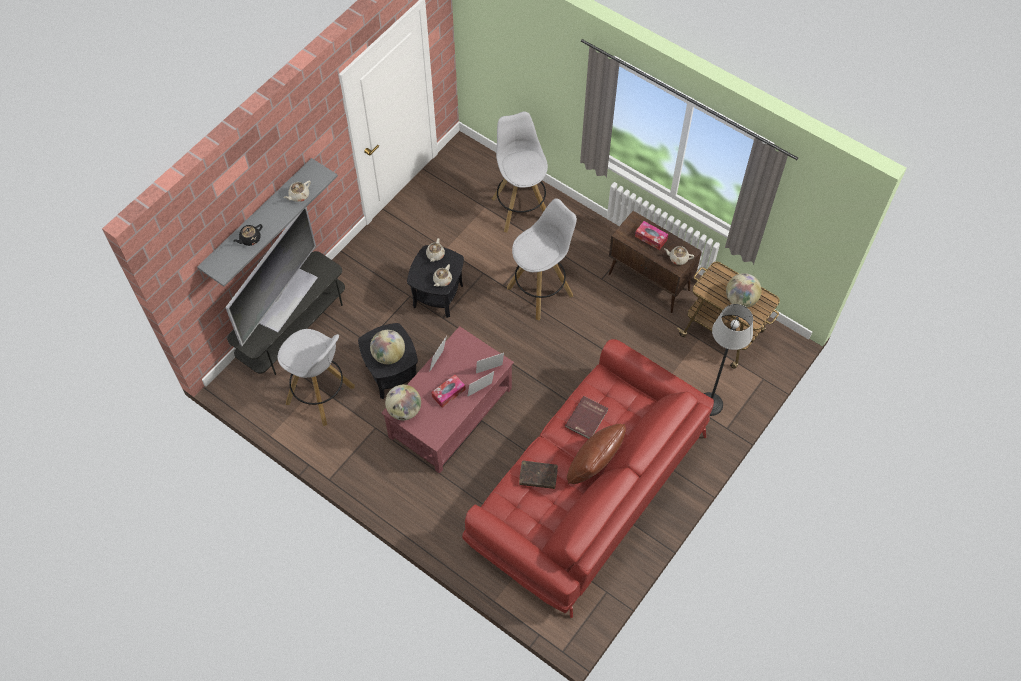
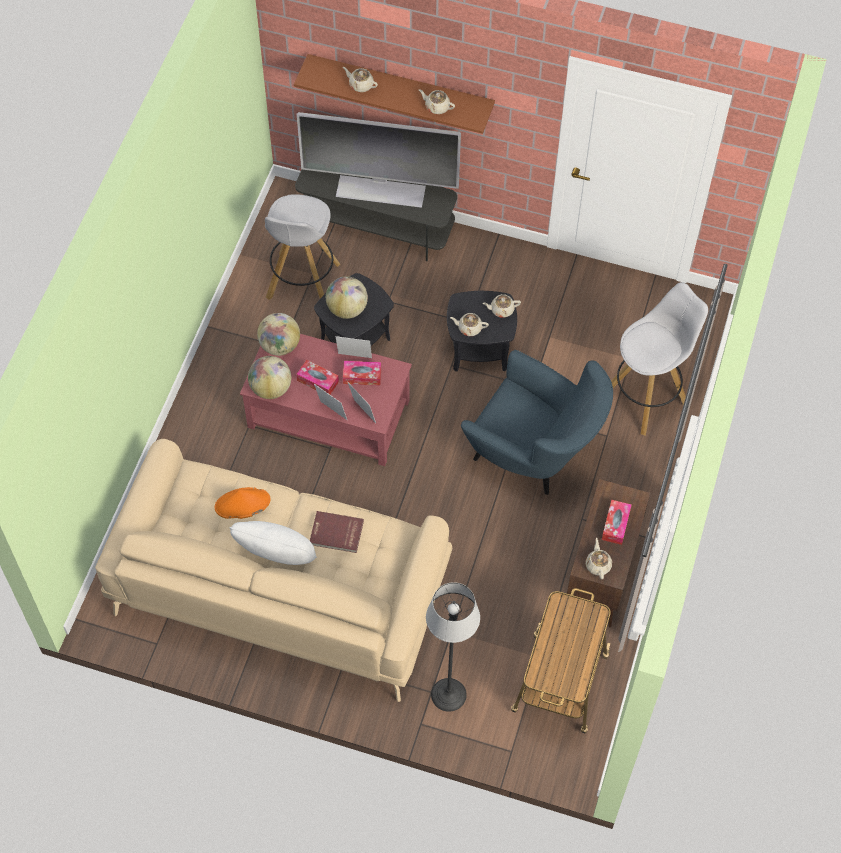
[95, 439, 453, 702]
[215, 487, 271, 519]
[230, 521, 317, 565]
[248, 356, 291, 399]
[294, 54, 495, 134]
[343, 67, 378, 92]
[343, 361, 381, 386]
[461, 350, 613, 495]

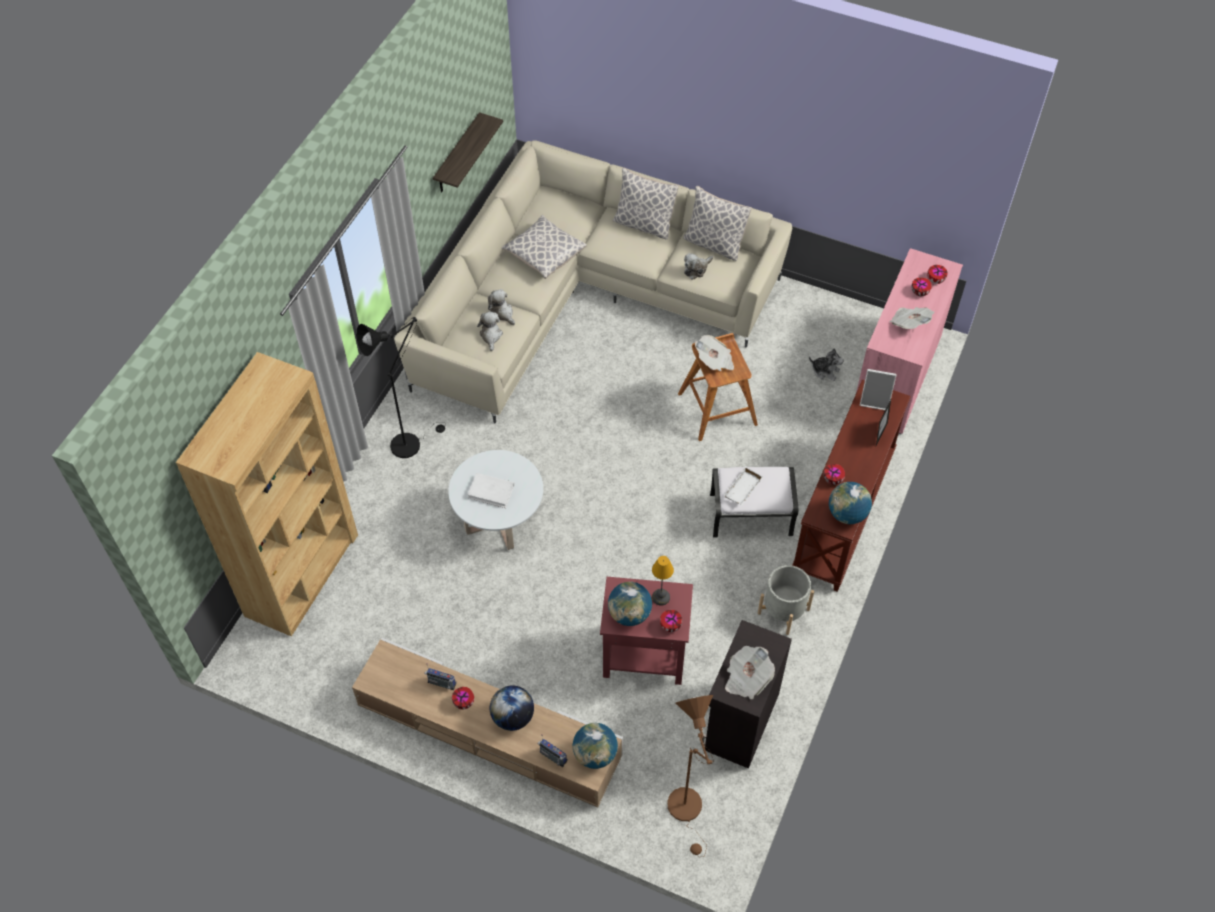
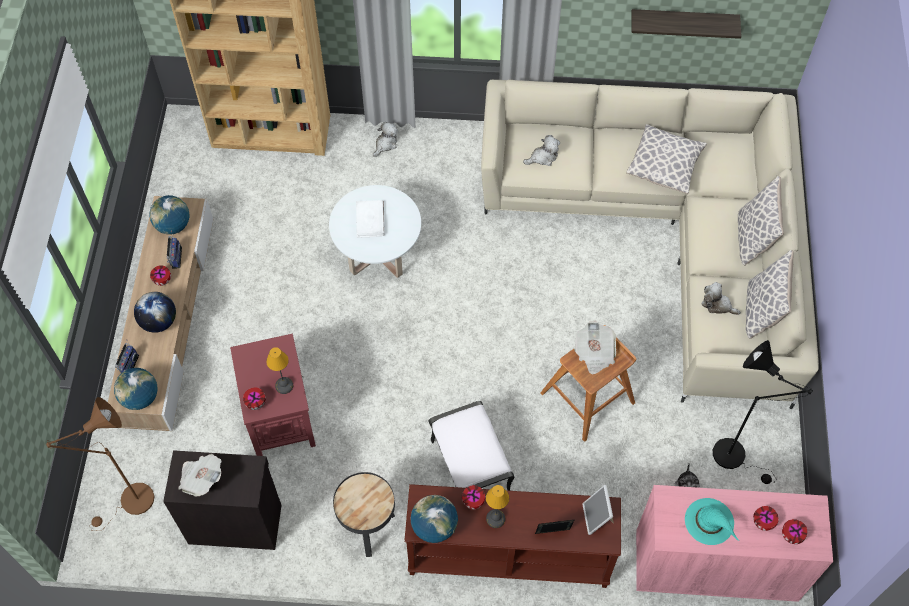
[149, 195, 189, 235]
[333, 472, 395, 557]
[373, 122, 398, 157]
[486, 485, 509, 528]
[685, 498, 739, 545]
[713, 340, 813, 484]
[724, 466, 764, 506] (first image)

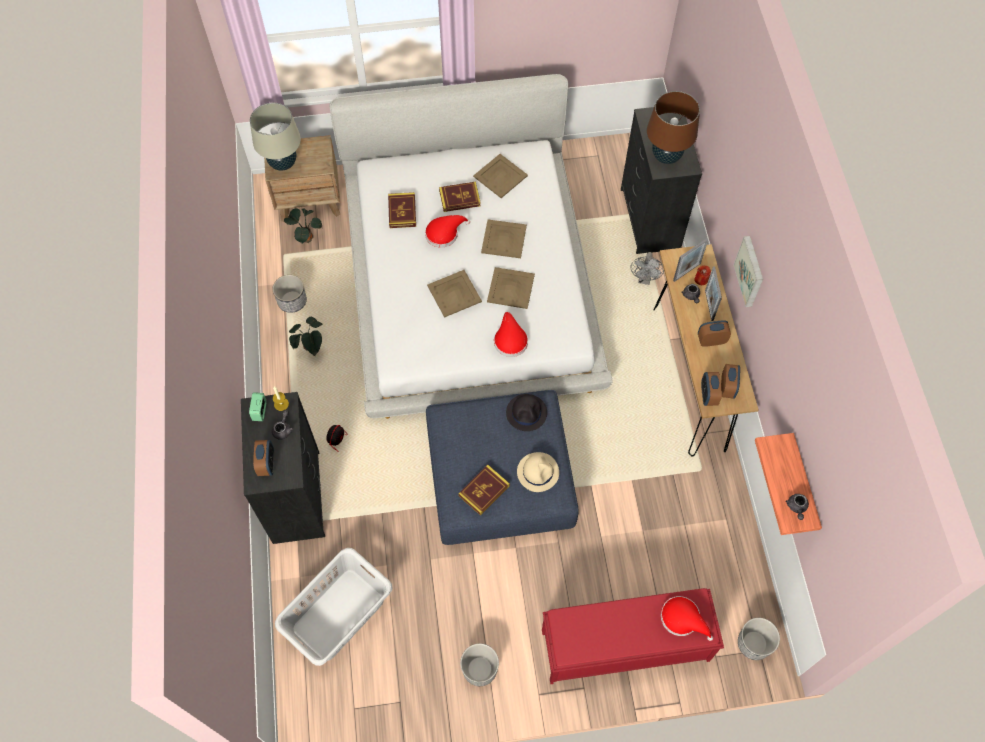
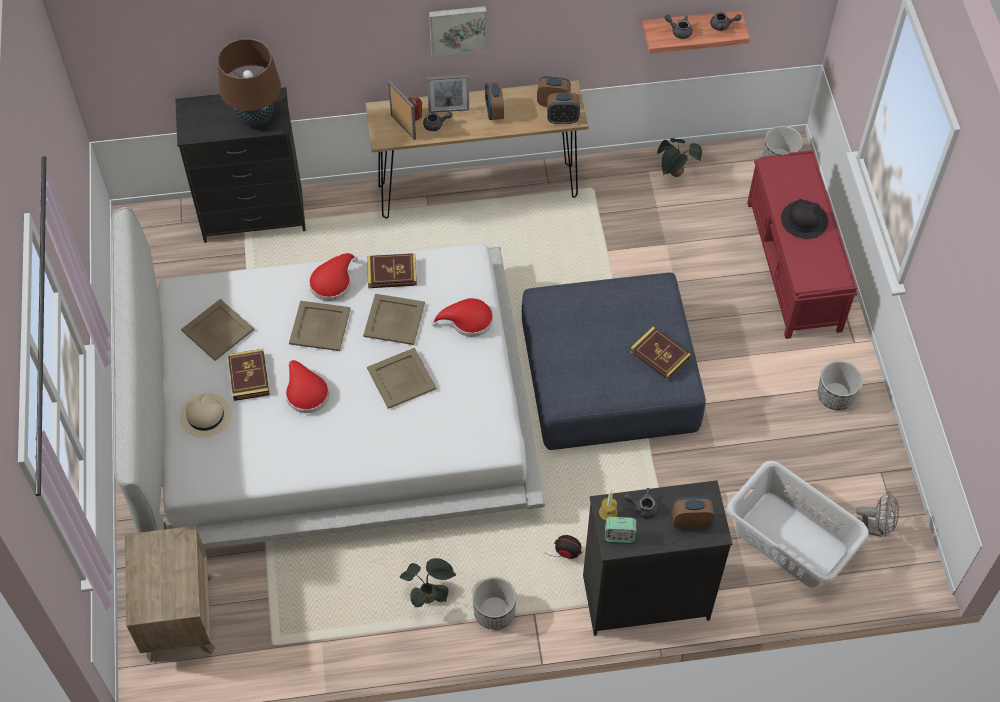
[180, 393, 231, 438]
[309, 253, 357, 301]
[367, 253, 417, 288]
[473, 577, 516, 630]
[657, 138, 702, 177]
[665, 15, 692, 39]
[781, 199, 828, 239]
[856, 491, 899, 537]
[250, 103, 301, 171] (first image)

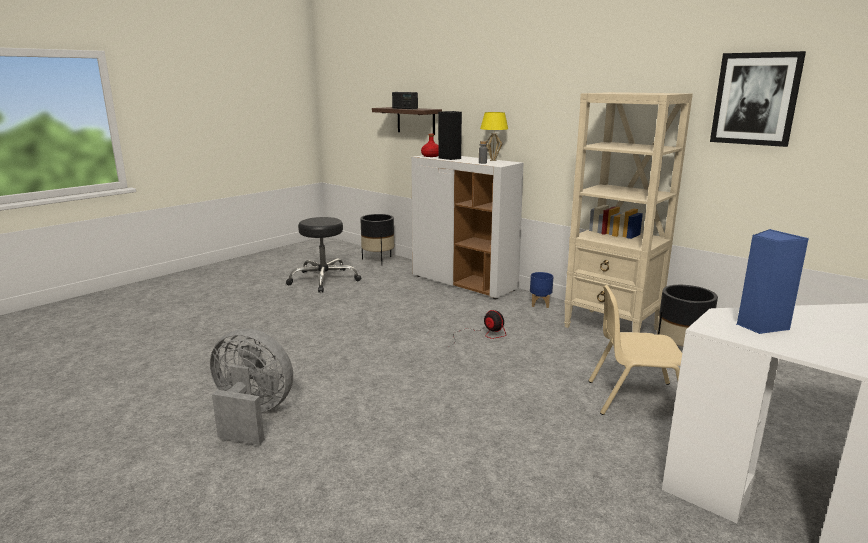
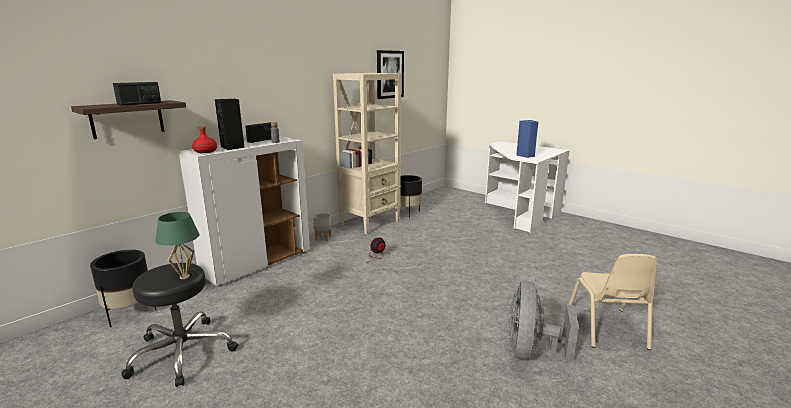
[155, 212, 200, 279]
[245, 122, 272, 143]
[313, 213, 331, 241]
[568, 254, 657, 350]

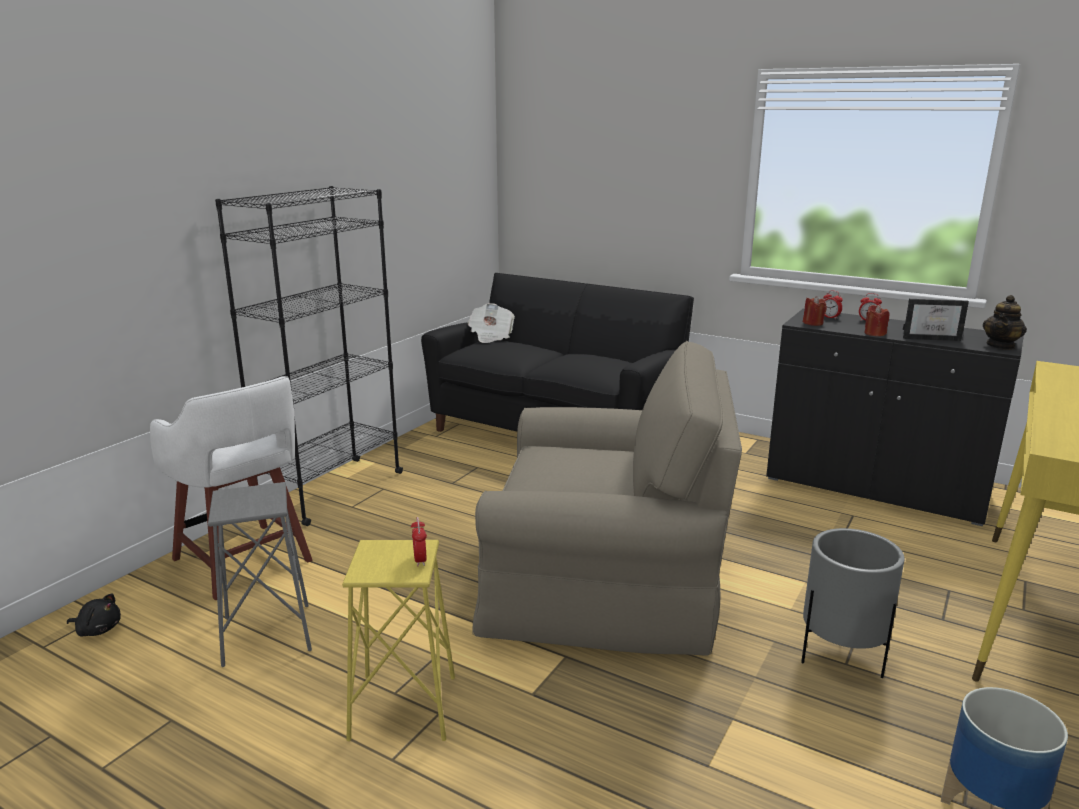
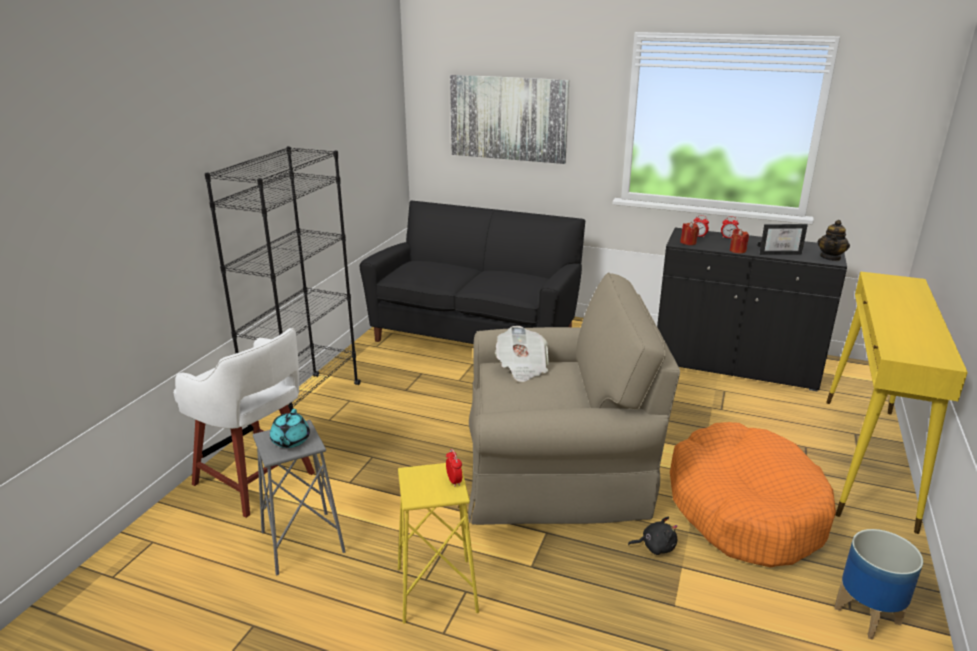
[270, 409, 310, 448]
[450, 75, 569, 164]
[495, 326, 549, 382]
[628, 517, 678, 555]
[670, 422, 836, 567]

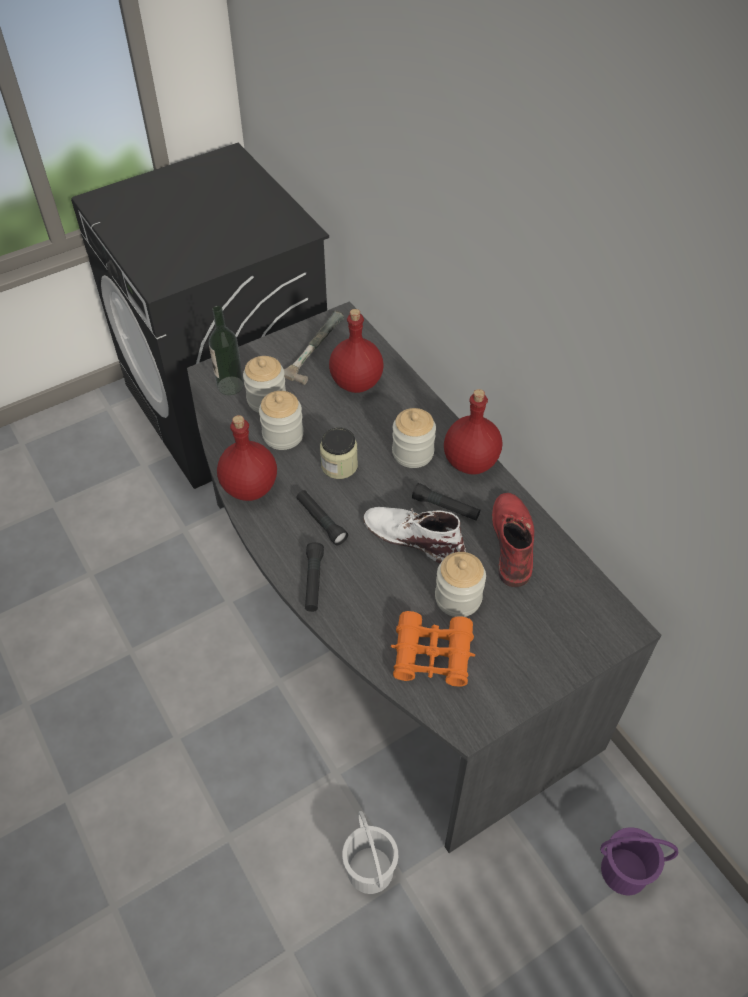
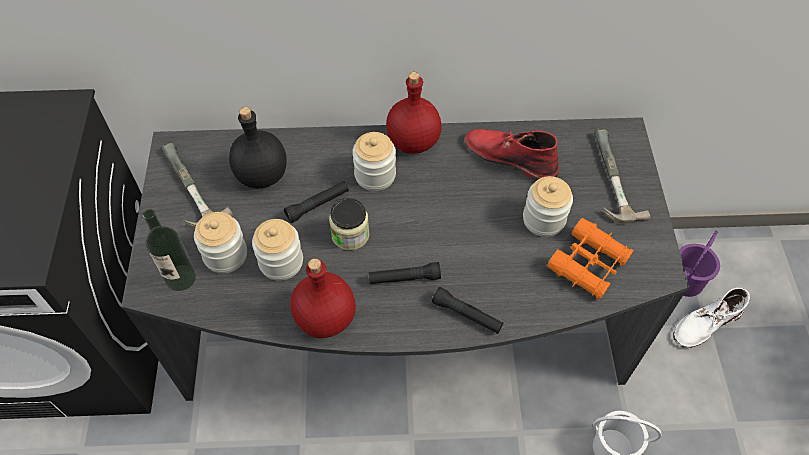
[229, 107, 287, 188]
[284, 181, 349, 223]
[594, 128, 650, 223]
[673, 288, 750, 348]

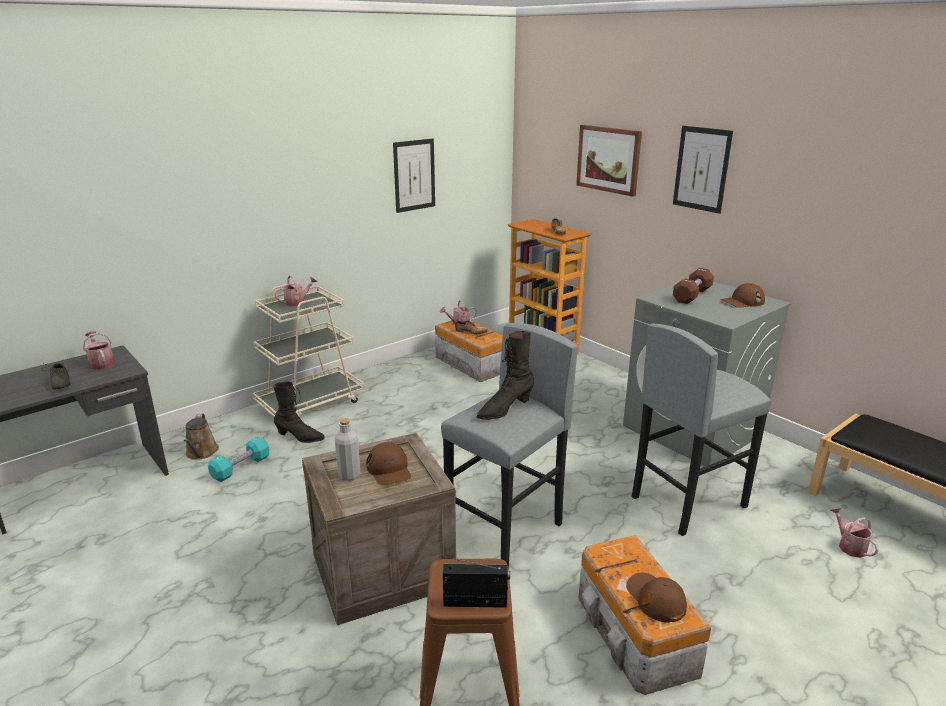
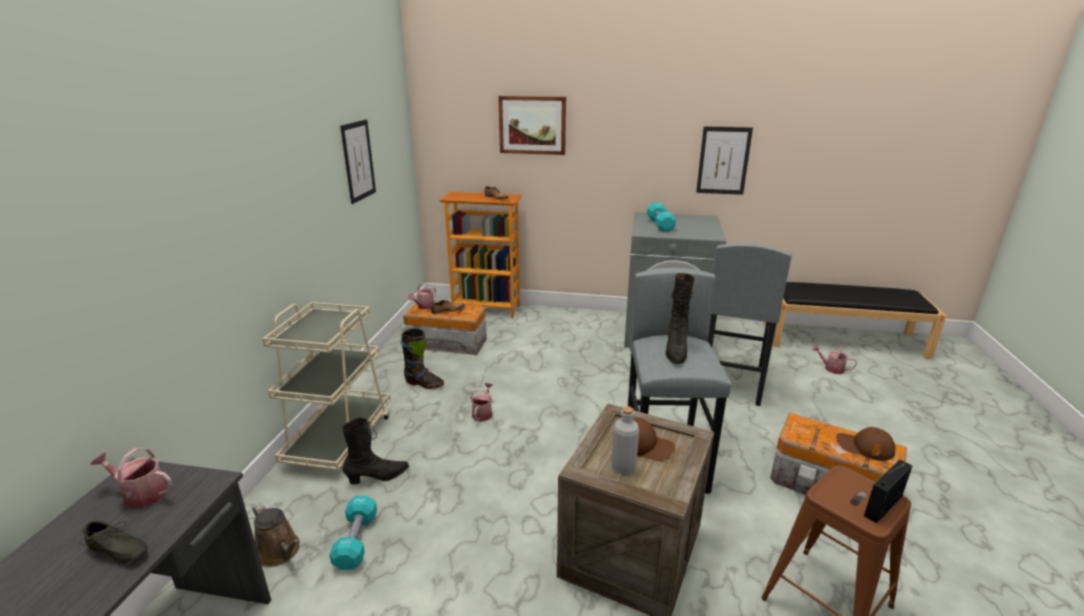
[401, 328, 444, 389]
[470, 383, 493, 421]
[647, 202, 676, 232]
[696, 126, 753, 195]
[721, 283, 765, 308] (first image)

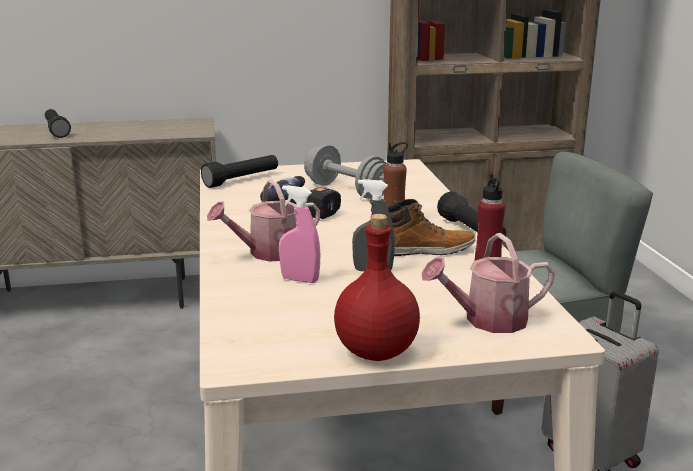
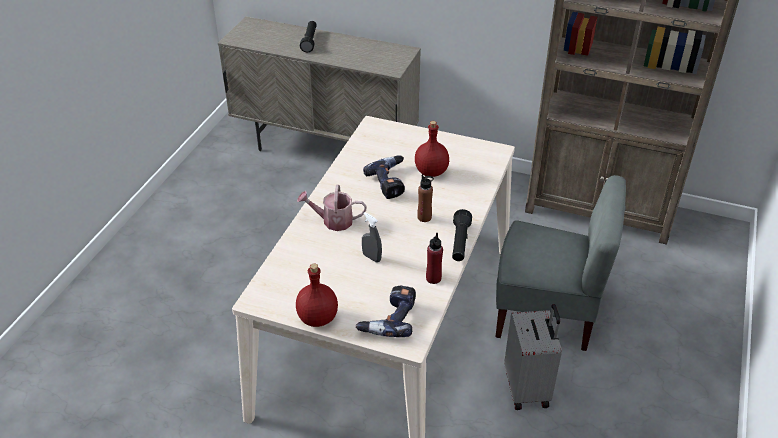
[356, 286, 416, 337]
[415, 121, 449, 177]
[201, 155, 278, 188] (first image)
[279, 185, 320, 283] (first image)
[387, 199, 476, 256] (first image)

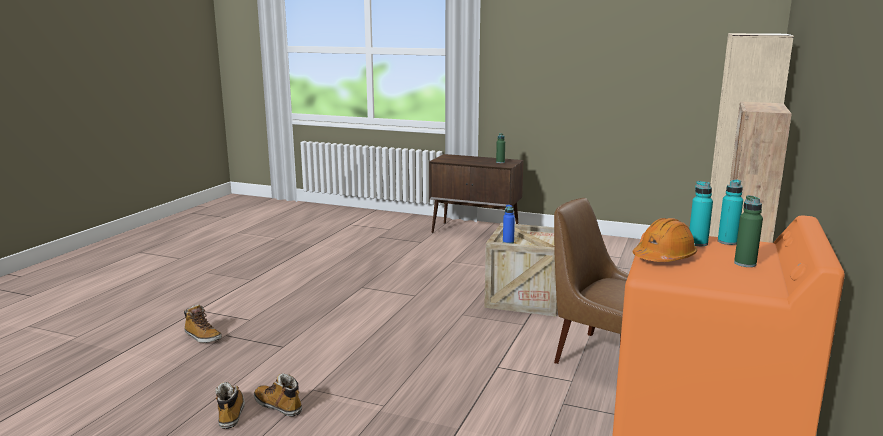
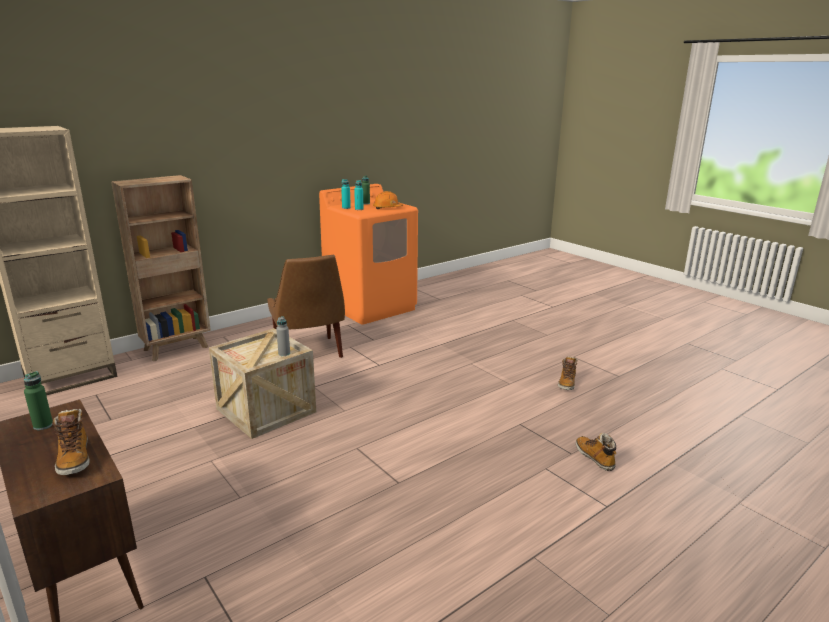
[52, 409, 89, 475]
[276, 316, 290, 356]

